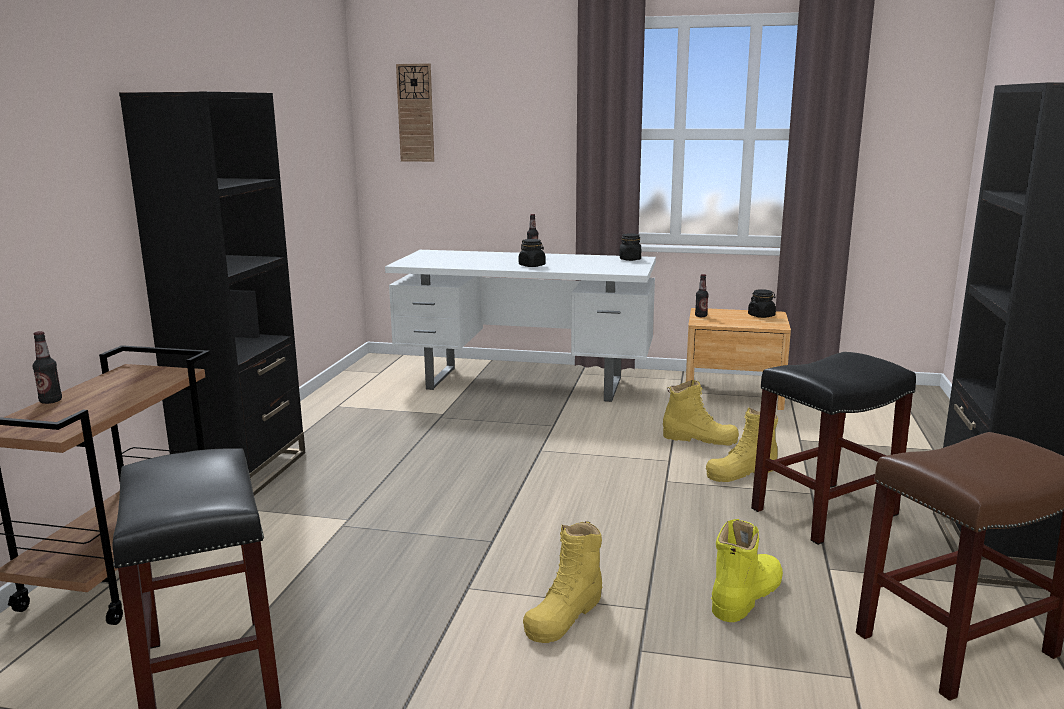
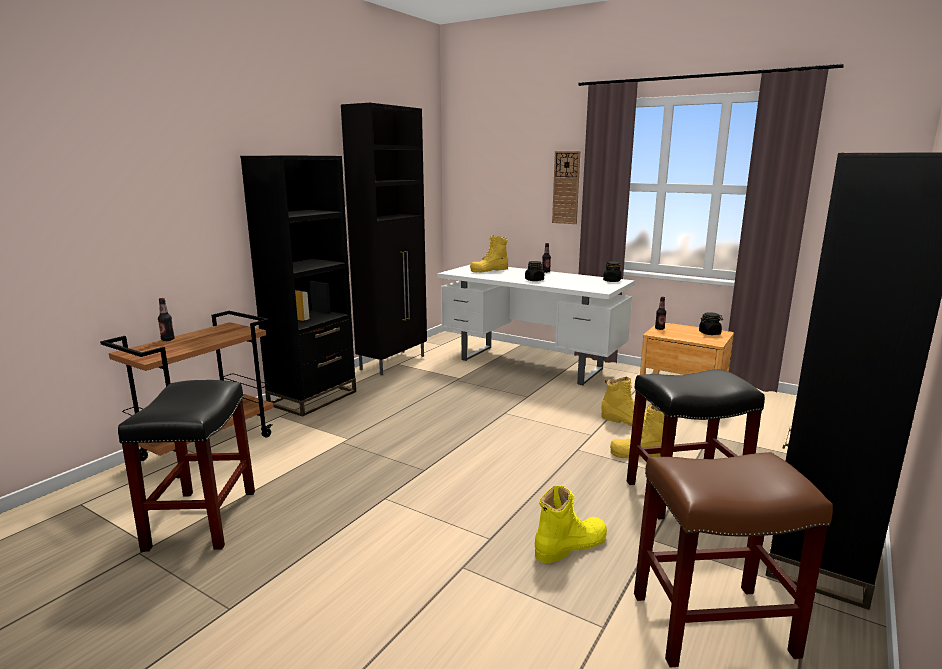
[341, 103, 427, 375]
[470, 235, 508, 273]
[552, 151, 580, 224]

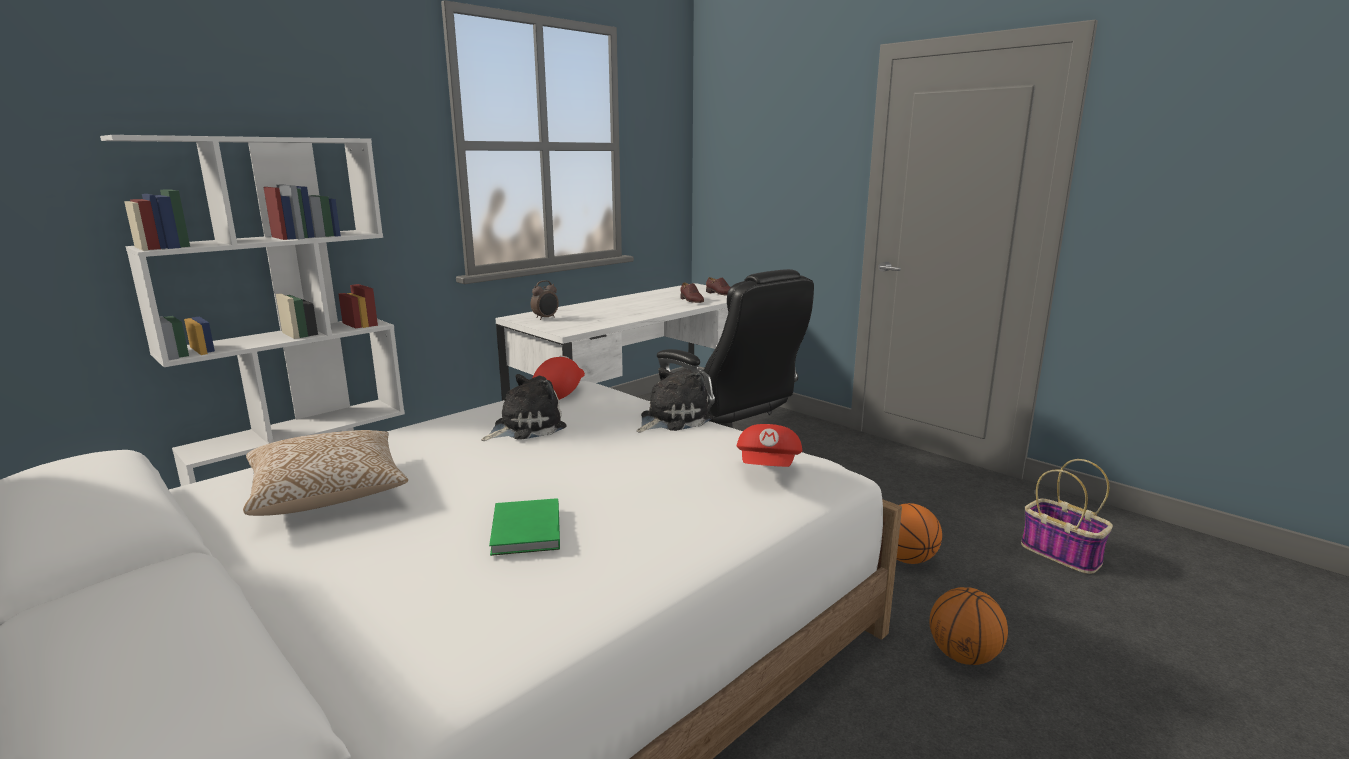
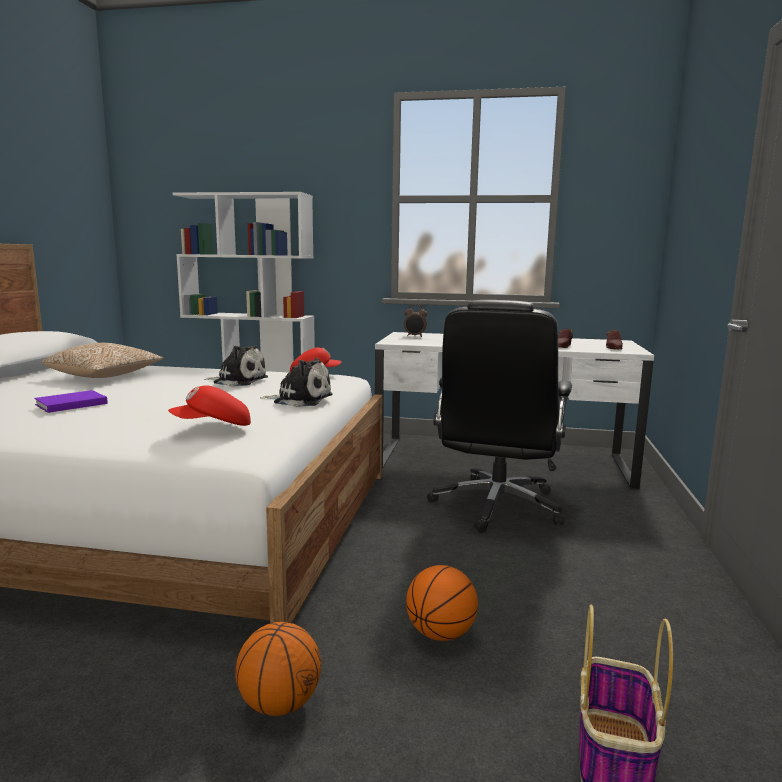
[34, 390, 108, 413]

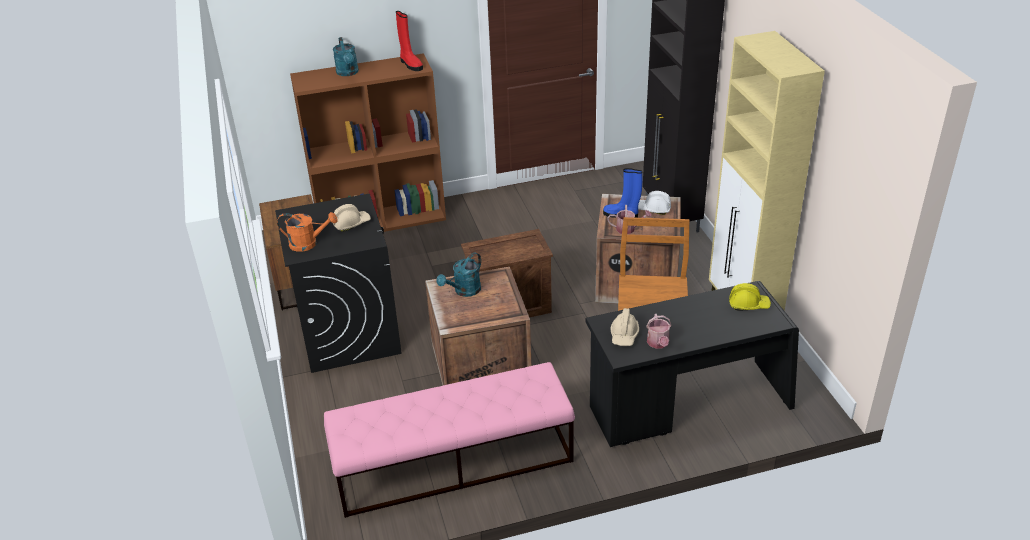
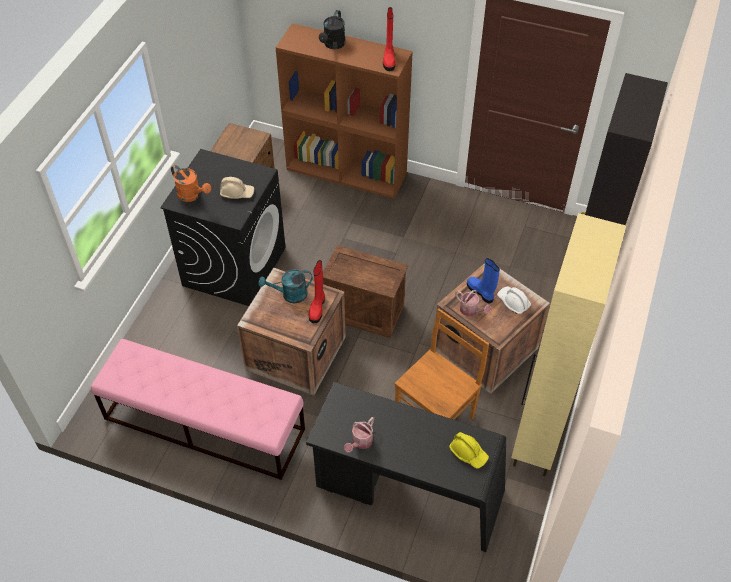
[308, 260, 325, 323]
[319, 10, 346, 49]
[610, 308, 639, 346] (first image)

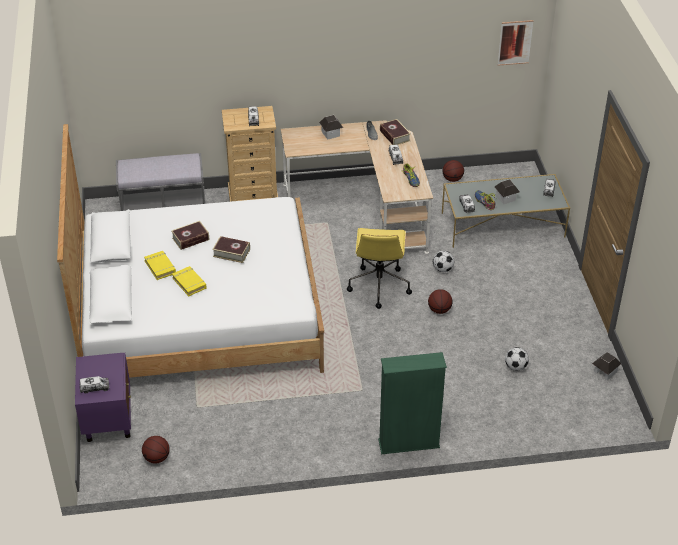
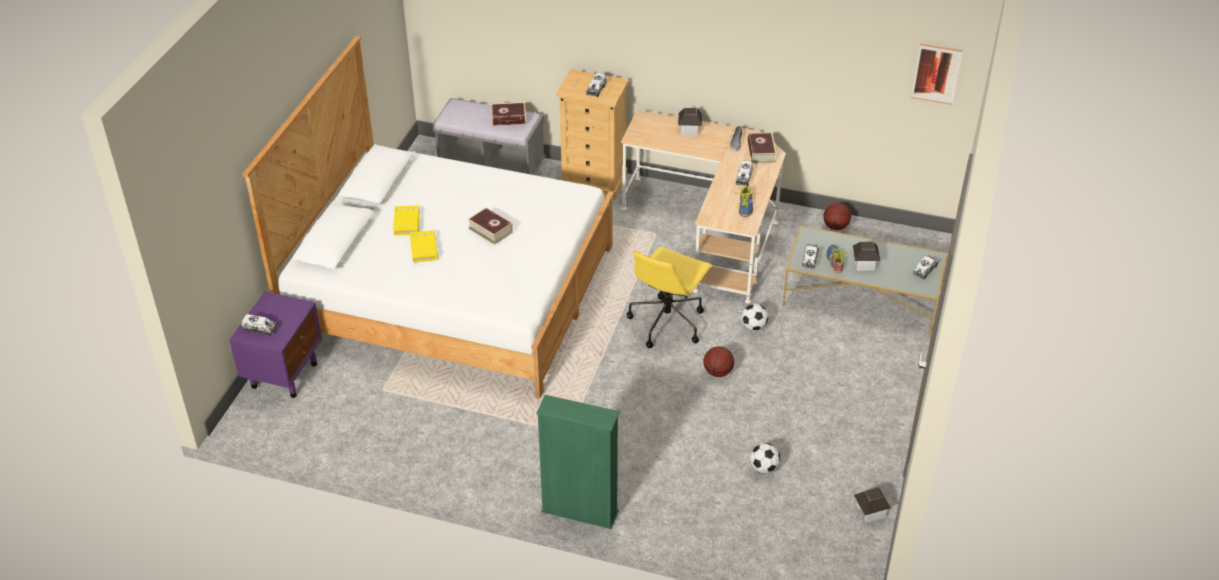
[491, 102, 526, 126]
[142, 436, 170, 463] (first image)

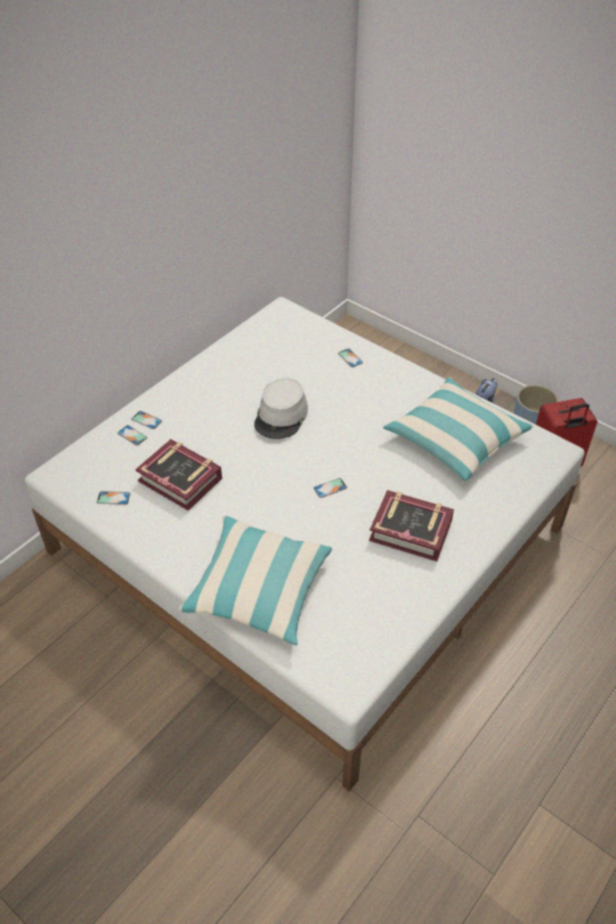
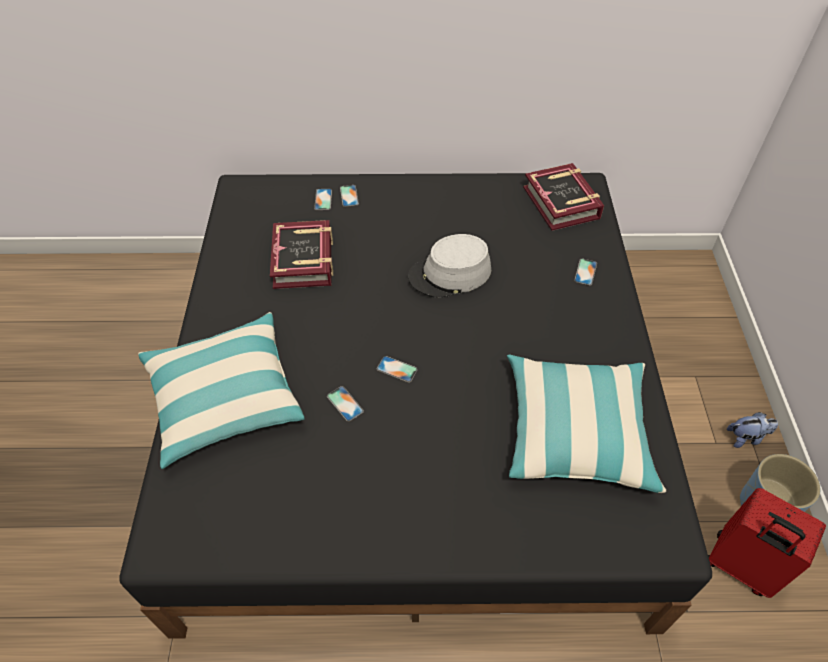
[119, 173, 712, 639]
[327, 386, 364, 422]
[523, 163, 604, 231]

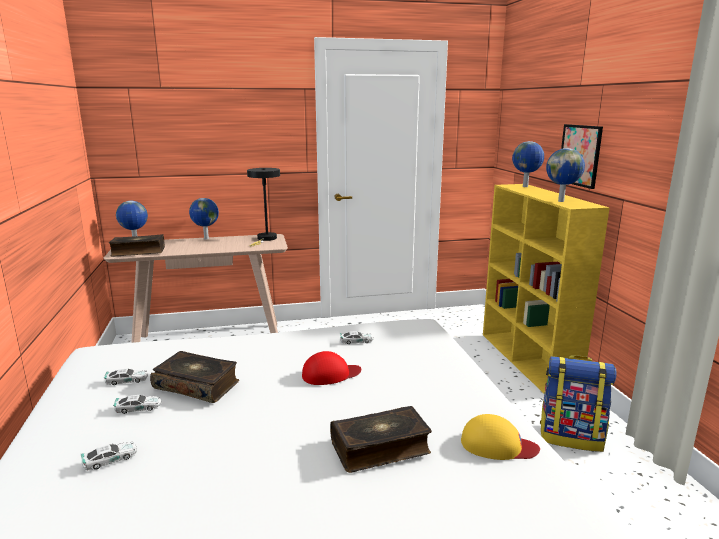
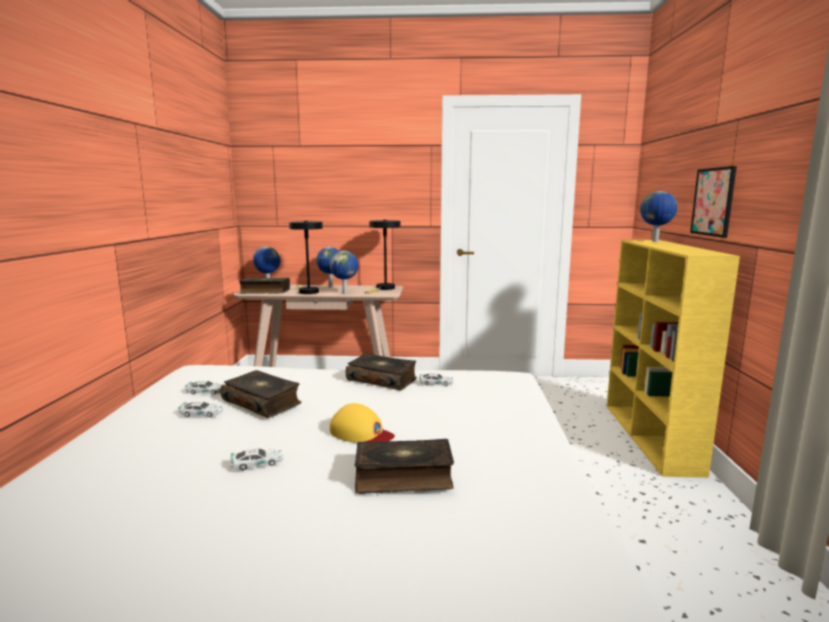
[230, 448, 283, 470]
[289, 221, 323, 294]
[330, 251, 358, 293]
[330, 403, 395, 443]
[346, 353, 417, 391]
[302, 351, 361, 385] (first image)
[540, 355, 617, 452] (first image)

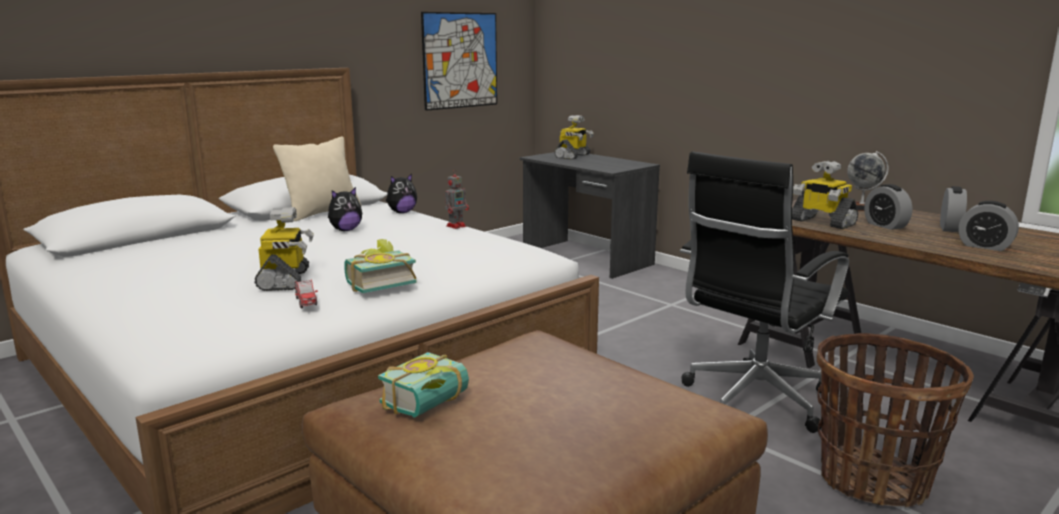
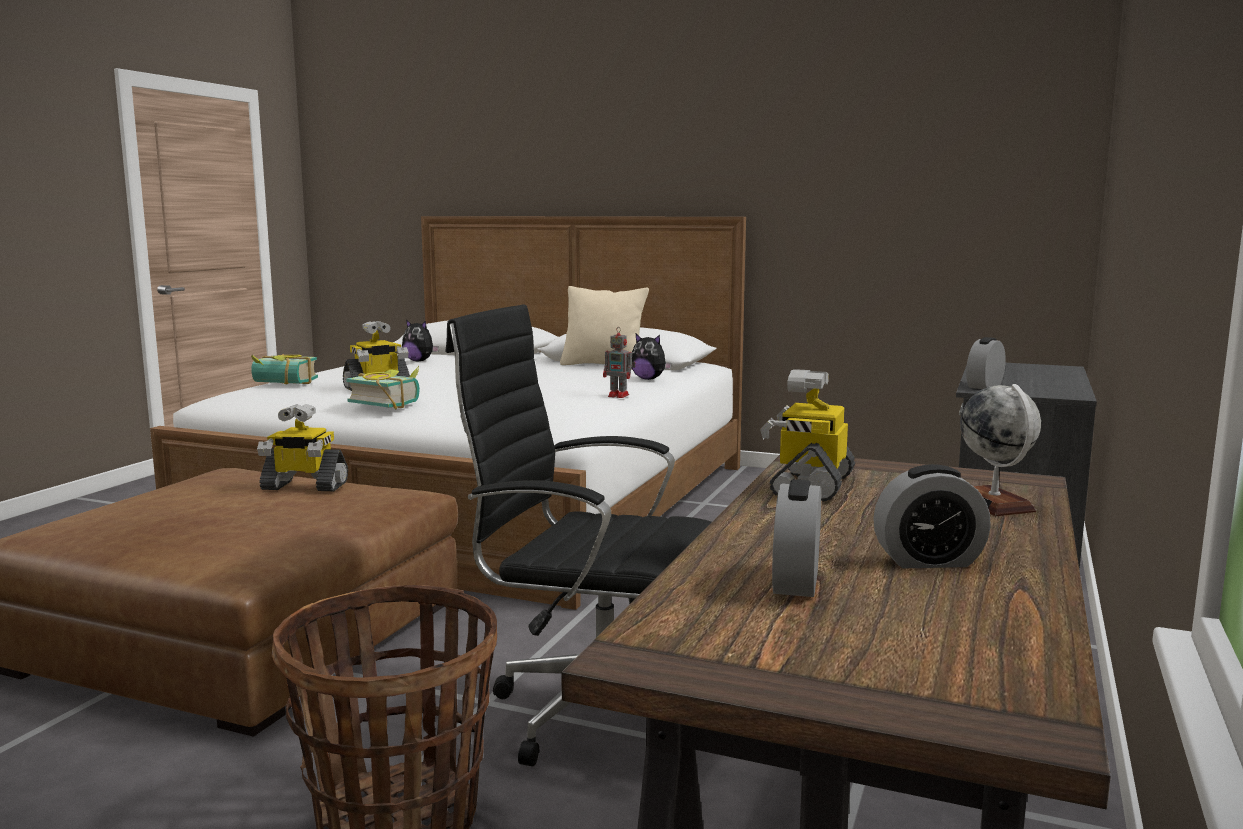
[251, 354, 318, 384]
[257, 404, 348, 492]
[402, 320, 439, 362]
[966, 337, 1006, 389]
[295, 280, 318, 309] (first image)
[421, 12, 497, 111] (first image)

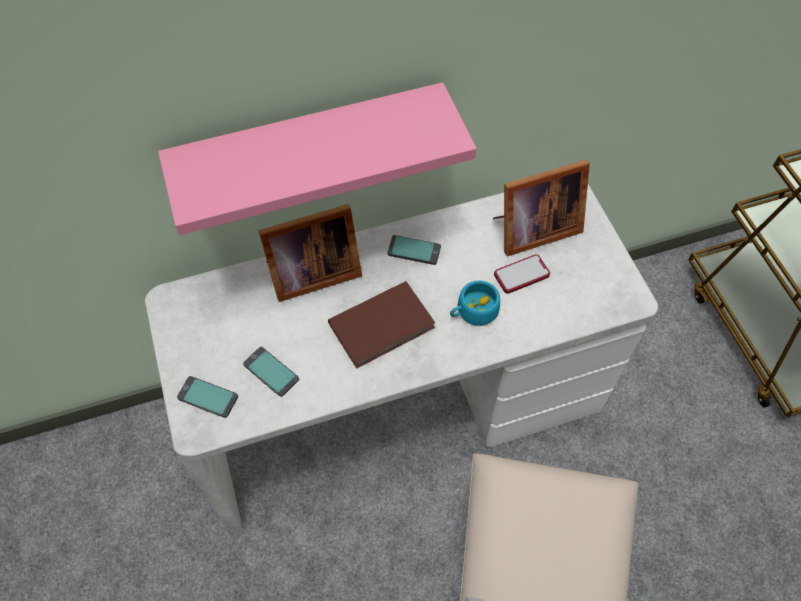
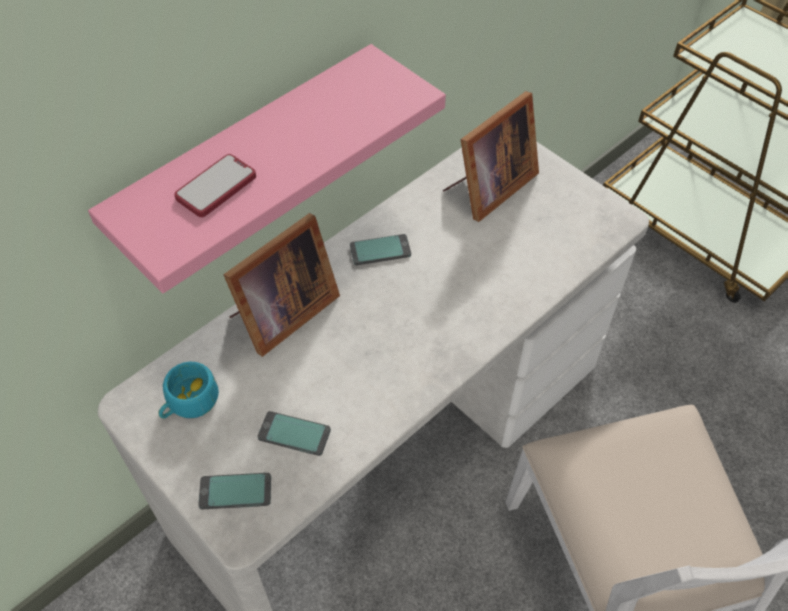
[158, 362, 219, 419]
[174, 154, 256, 217]
[328, 281, 435, 369] (first image)

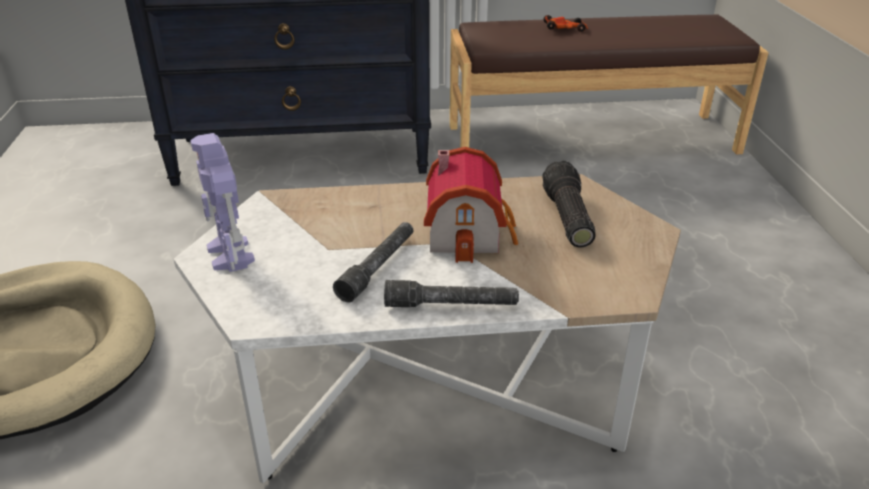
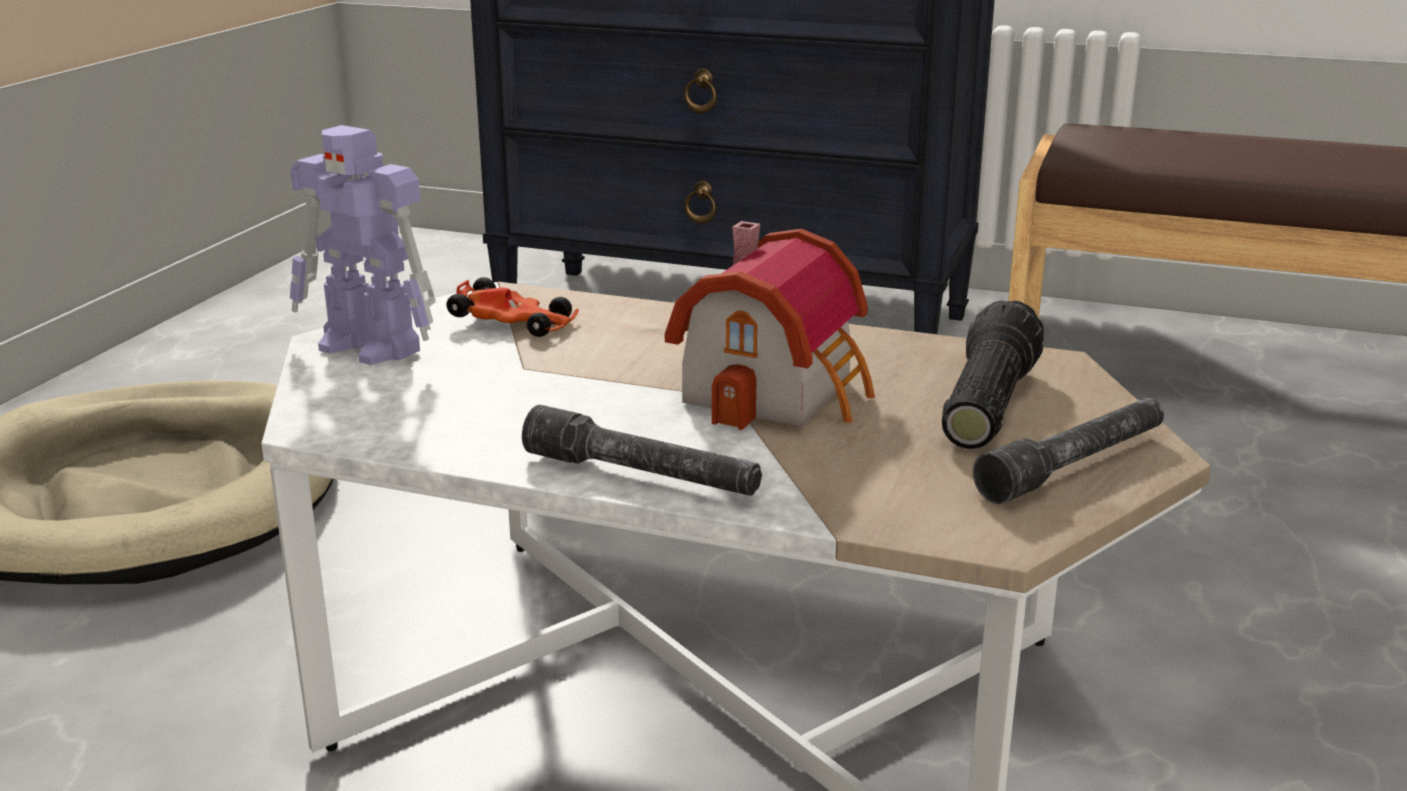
[290, 125, 436, 365]
[446, 277, 579, 337]
[973, 398, 1164, 504]

